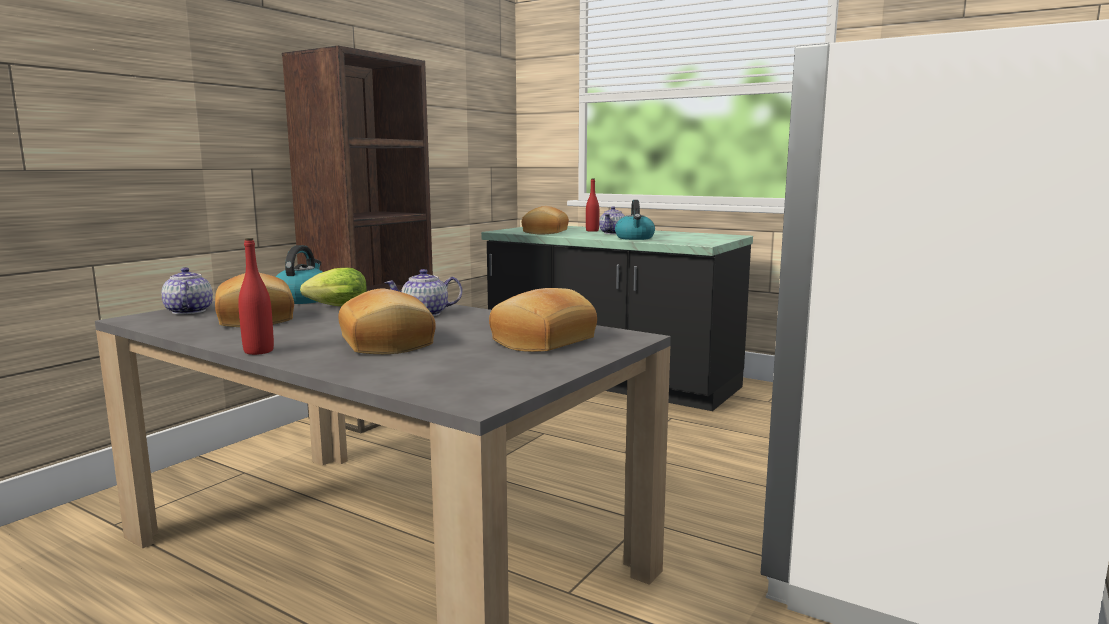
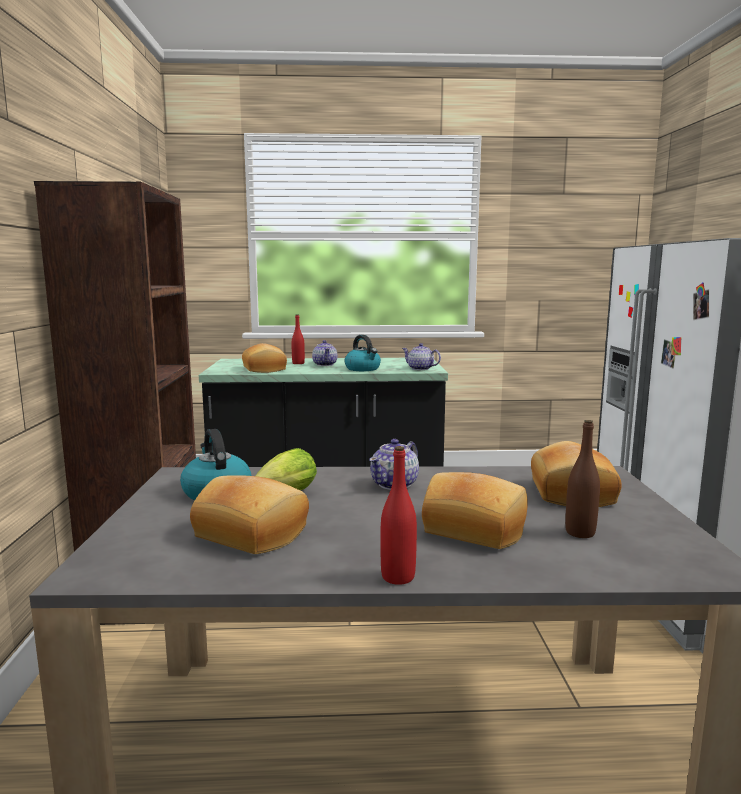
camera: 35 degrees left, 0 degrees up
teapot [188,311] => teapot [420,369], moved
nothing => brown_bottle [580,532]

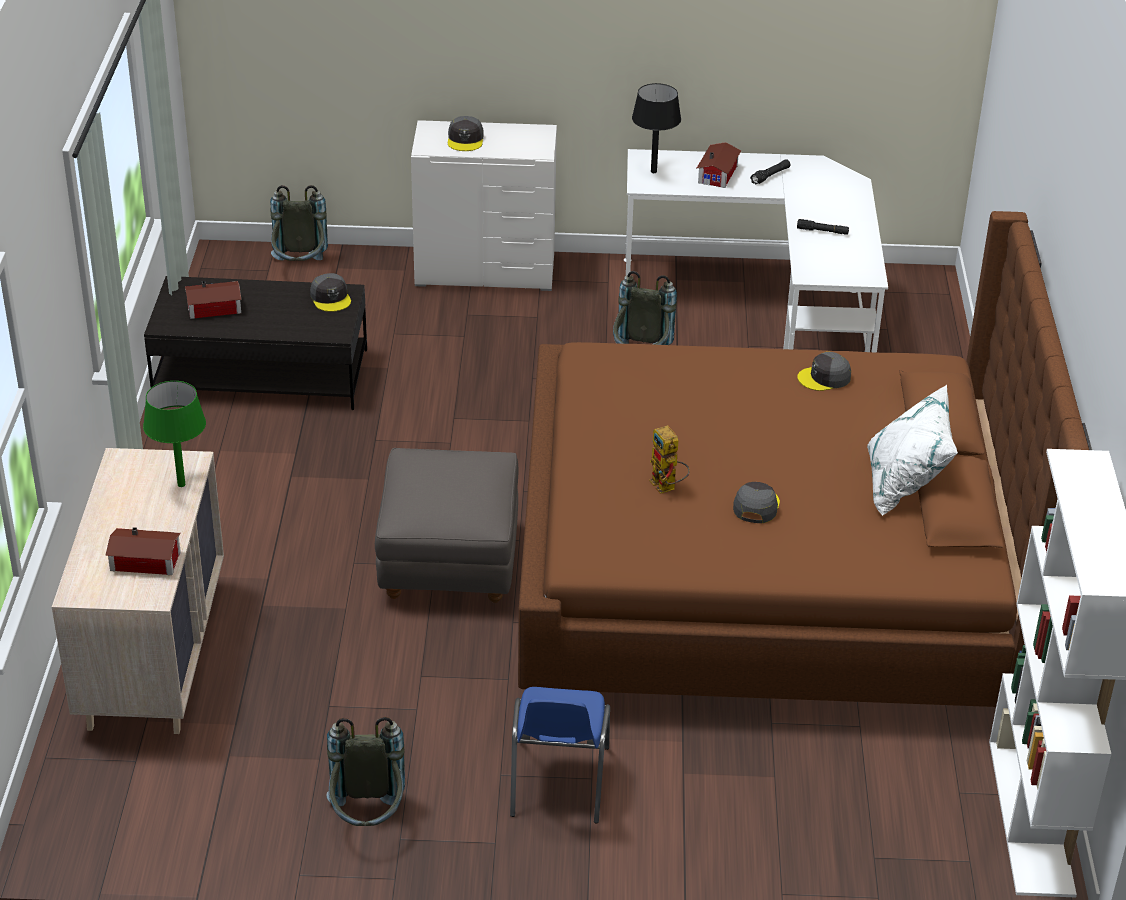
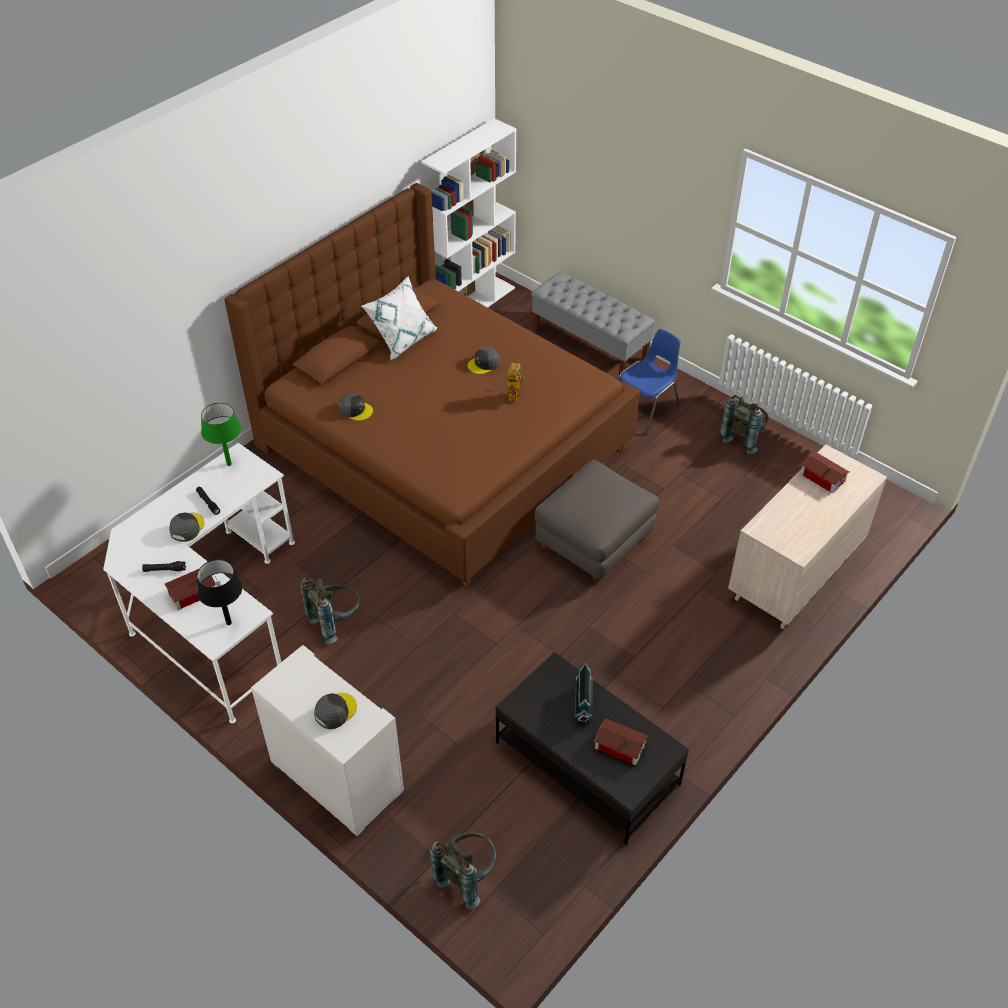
camera: 140 degrees left, 10 degrees up
green_table_lamp [181,484] => green_table_lamp [229,464], moved
grey_cap [331,298] => grey_cap [187,528], moved
nothing => grey_bench [590,345]
nothing => toy_house [583,702]

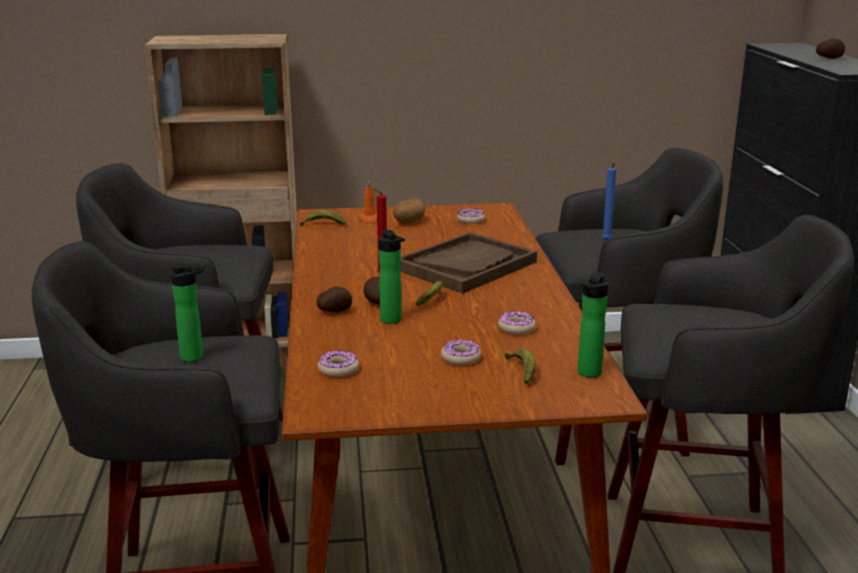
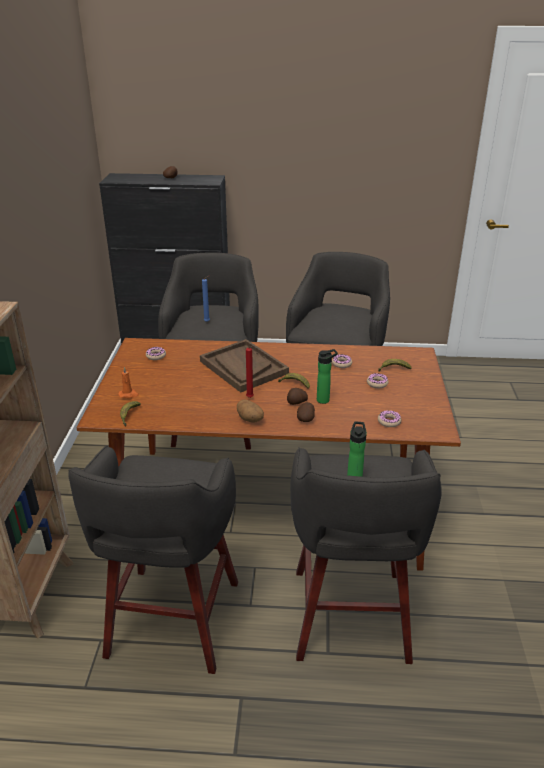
camera: 80 degrees left, 10 degrees up
potato [408,222] => potato [250,419], moved
bottle [588,374] => nothing

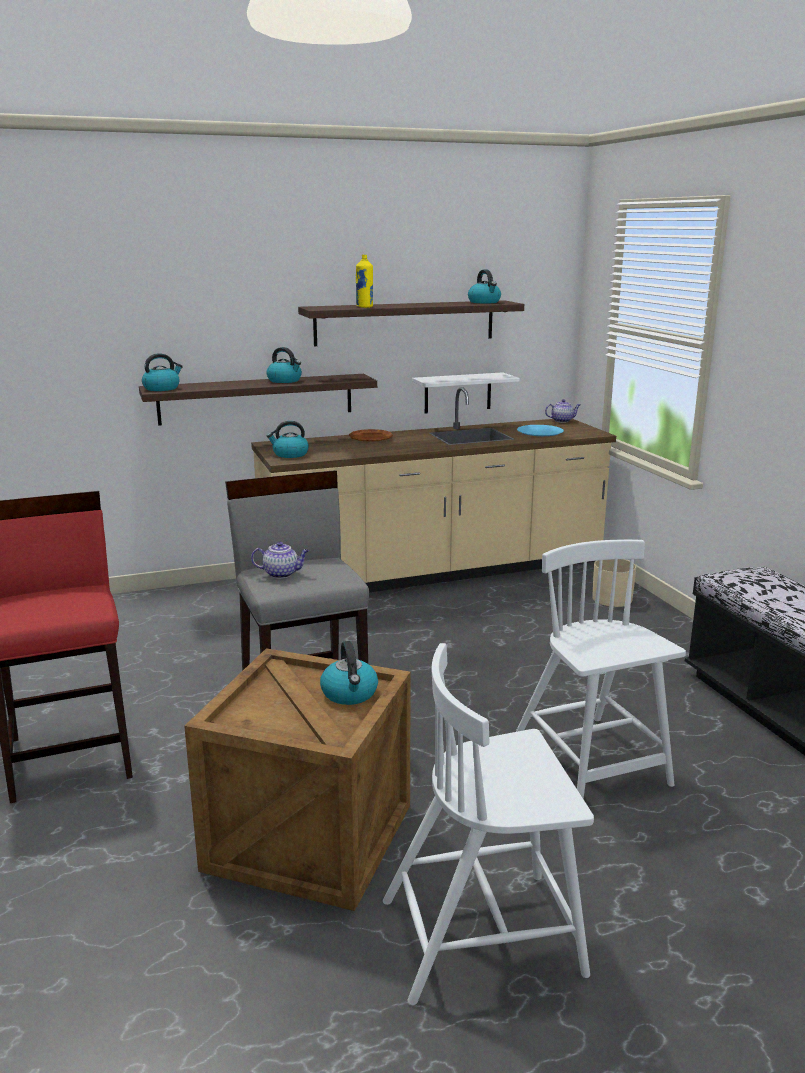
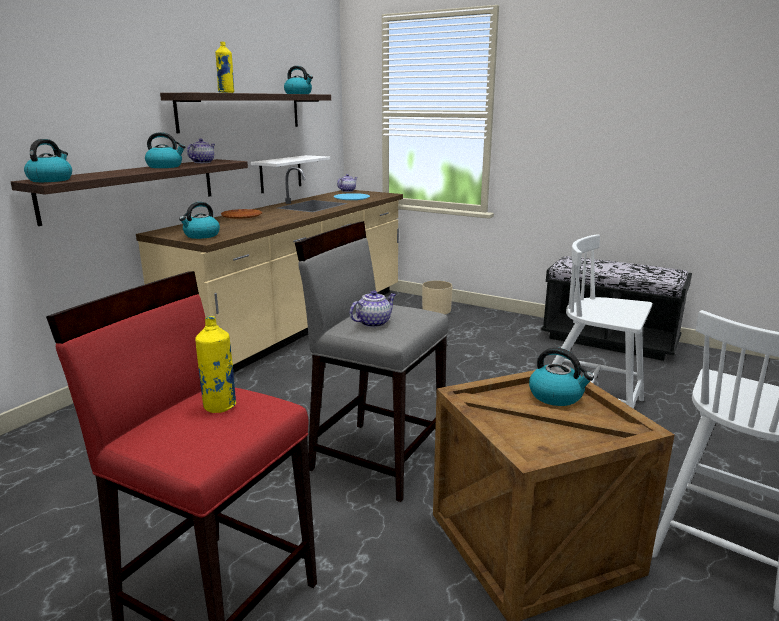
camera: 40 degrees left, 0 degrees up
nothing => teapot [203,162]
nothing => yellow_bottle [220,406]

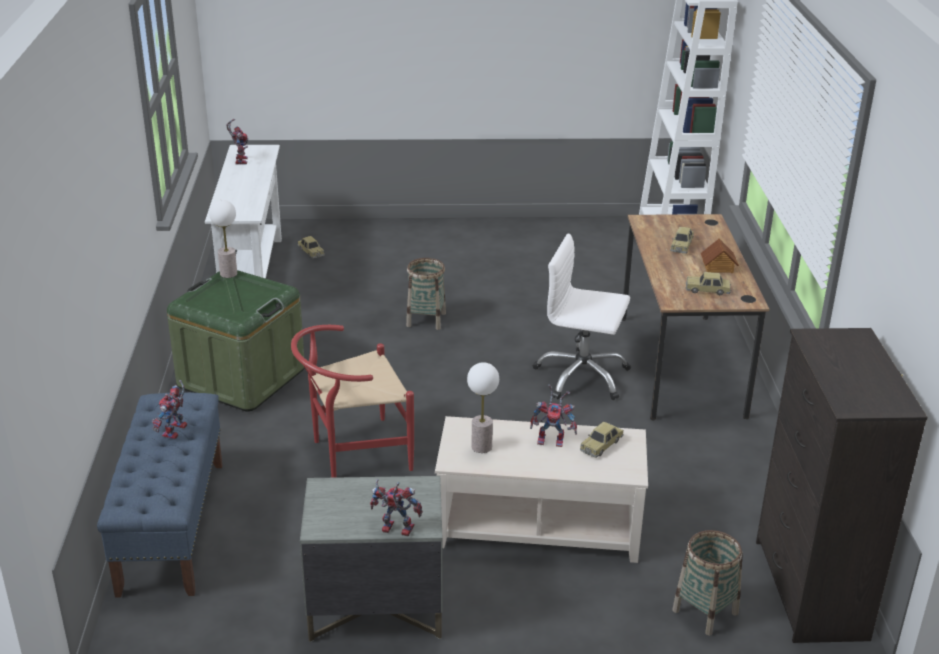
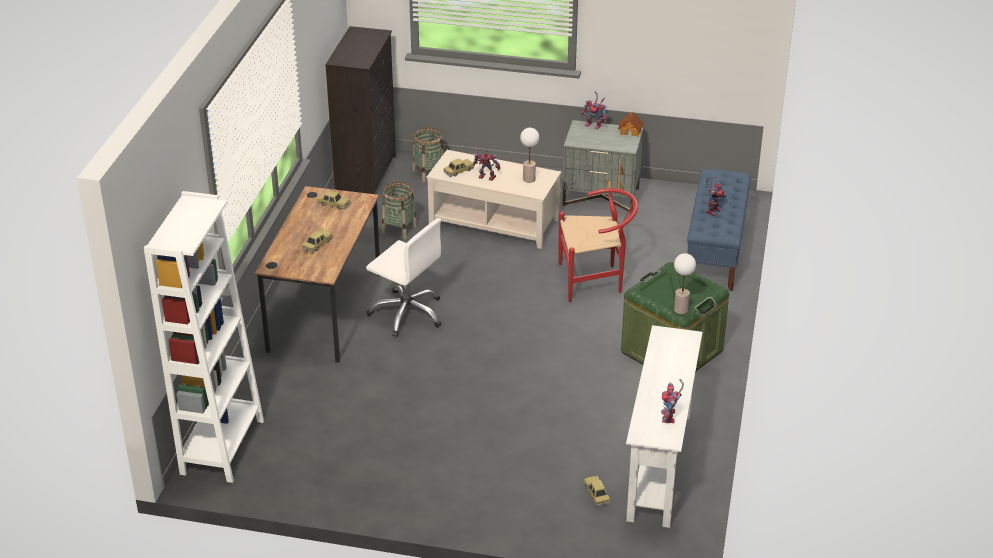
camera: 165 degrees left, 5 degrees up
basket [426,319] => basket [399,229], moved
toy_house [718,267] => toy_house [630,131], moved

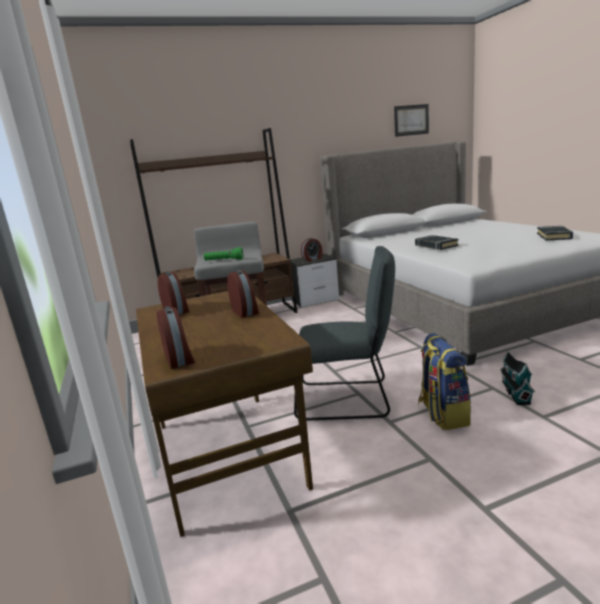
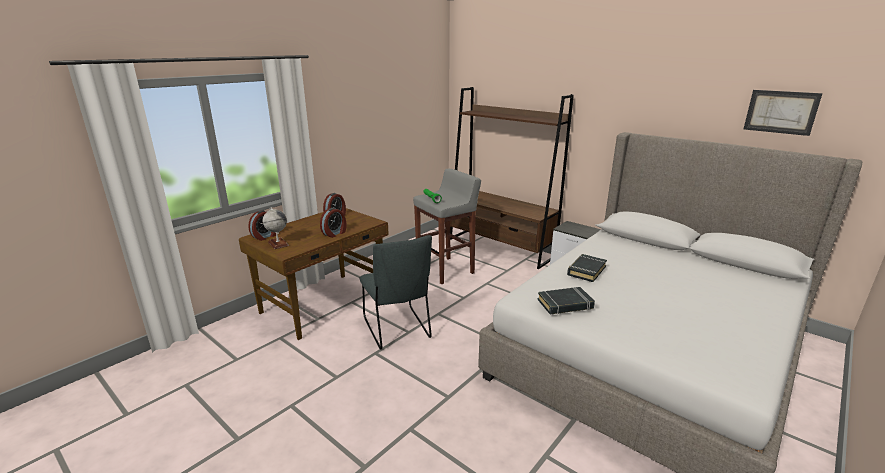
camera: 60 degrees right, 5 degrees up
alarm_clock [313,259] => nothing
backpack [442,414] => nothing
toy_house [515,391] => nothing
black_book [554,236] => black_book [565,304], moved
nothing => globe [278,244]

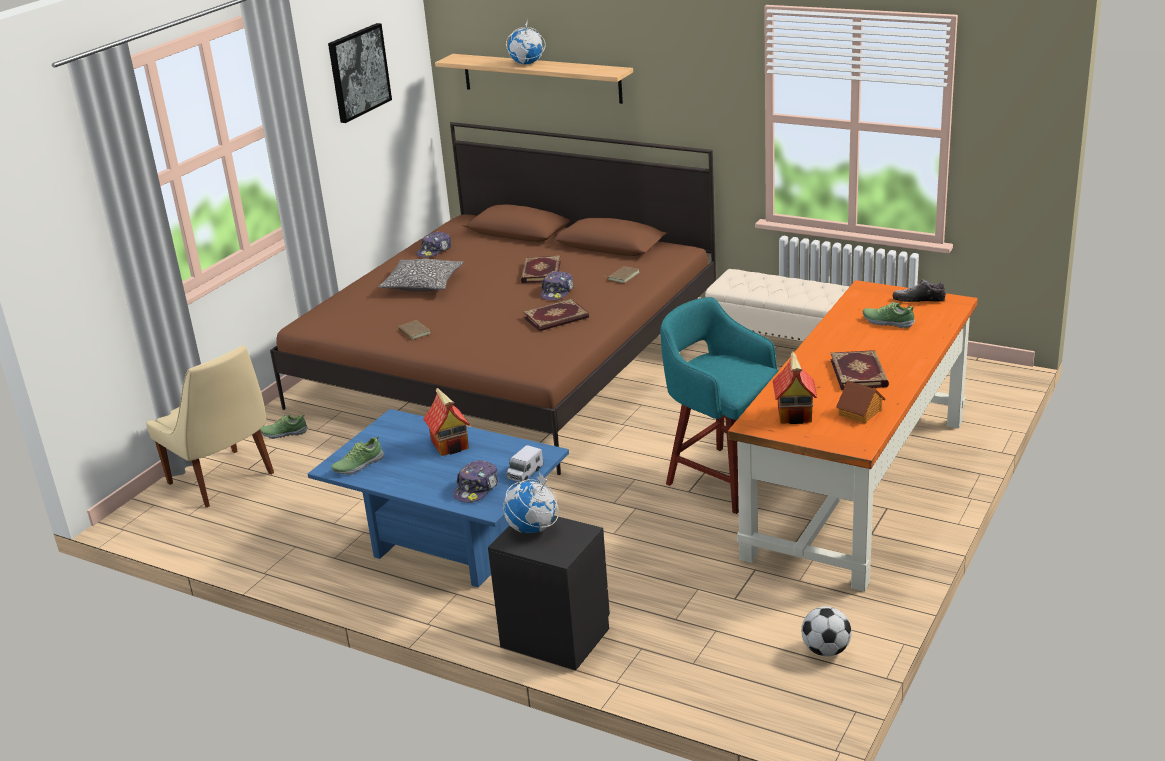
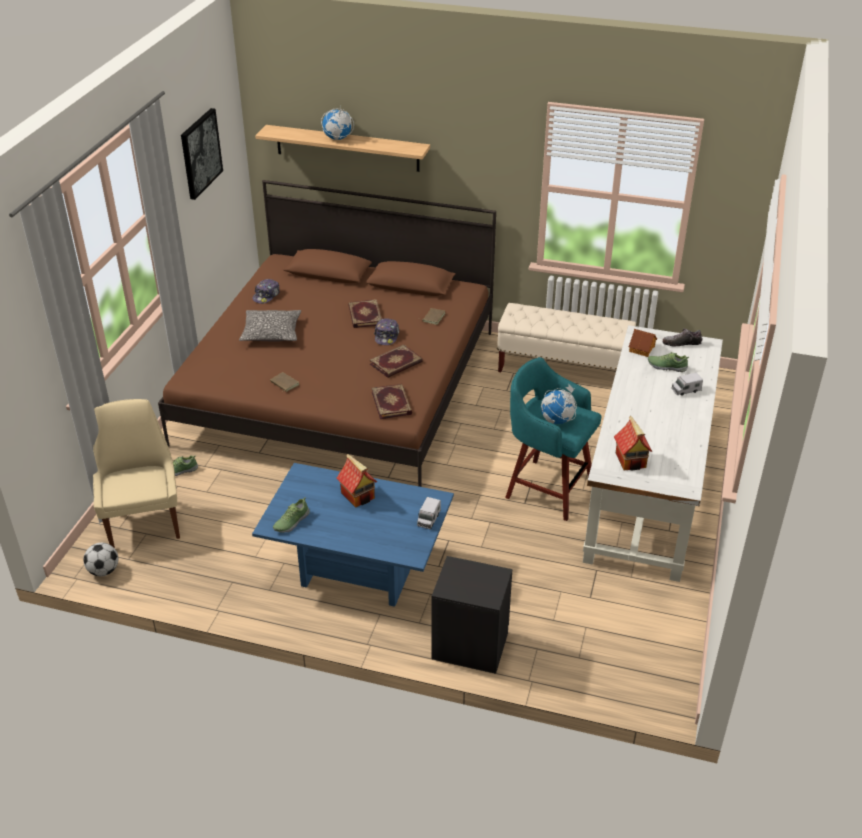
camera: 15 degrees left, 10 degrees up
beige_chair [223,480] => beige_chair [144,521], 135 degrees counterclockwise
cap [477,489] => nothing
globe [532,529] => globe [557,420], moved
orange_desk [858,487] => white_desk [647,489]
football [825,650] => football [104,571], moved
book [860,373] => book [392,403], moved
toy_house [860,413] => toy_house [642,349], moved
nothing => toy_truck [685,390]

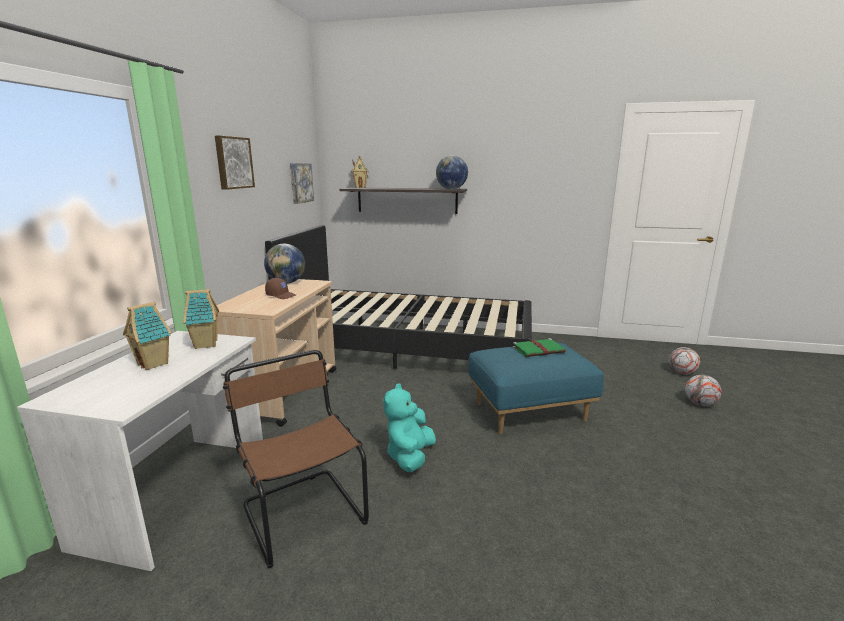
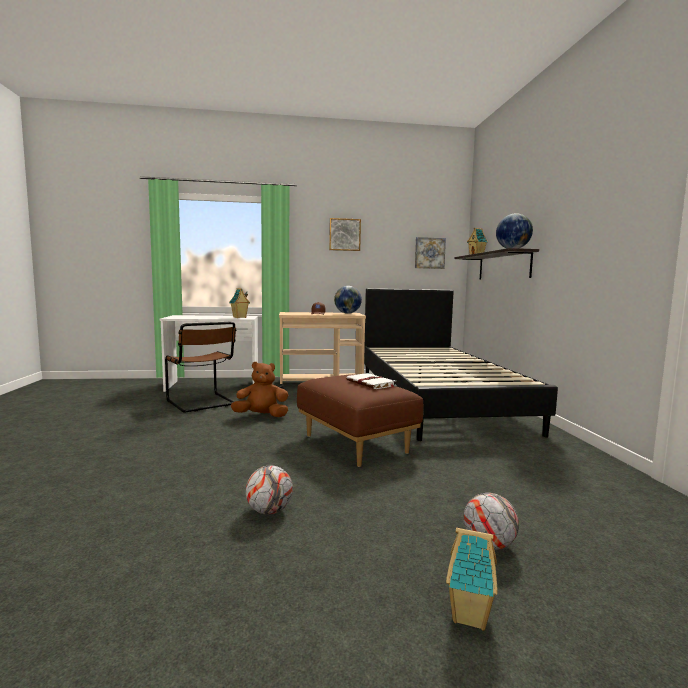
camera: 70 degrees right, 10 degrees down
toy_house [154,364] => toy_house [470,616], moved
brown_chair [302,511] => brown_chair [202,403], 105 degrees clockwise
turquoise_plush_toy [410,456] => brown_plush_toy [261,416]
blue_ottoman [529,411] => brown_ottoman [356,444]
green_book [539,350] => white_book [371,383]
football [682,373] => football [269,511], moved

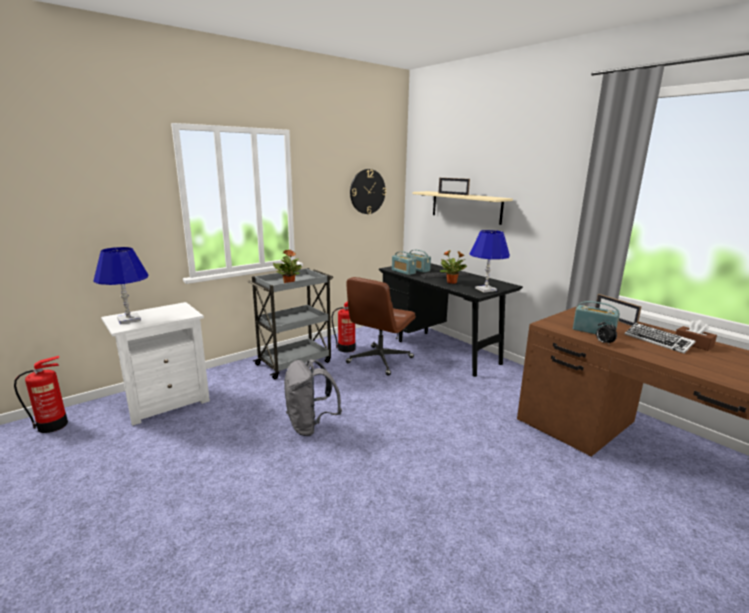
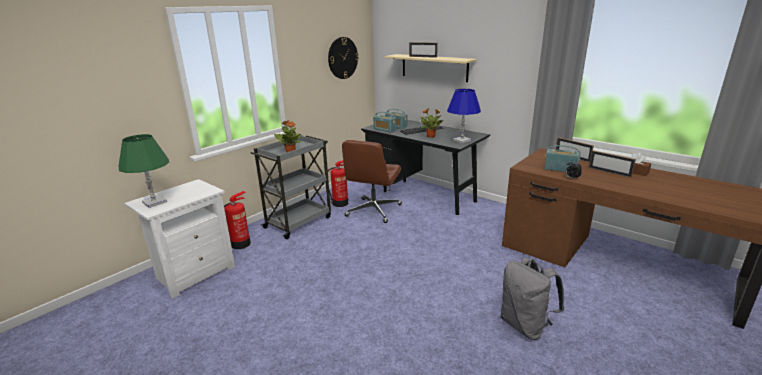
camera: 10 degrees left, 5 degrees up
fire_extinguisher [53,425] => fire_extinguisher [241,244], moved
blue_table_lamp [129,319] => green_table_lamp [154,202]
grey_backpack [310,426] => grey_backpack [525,326], moved
keyboard [657,341] => picture_frame [609,172]

